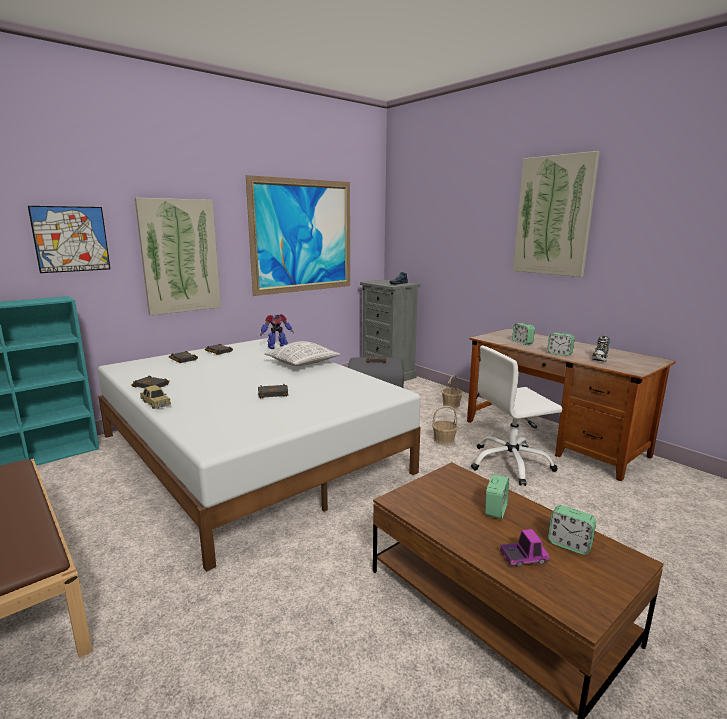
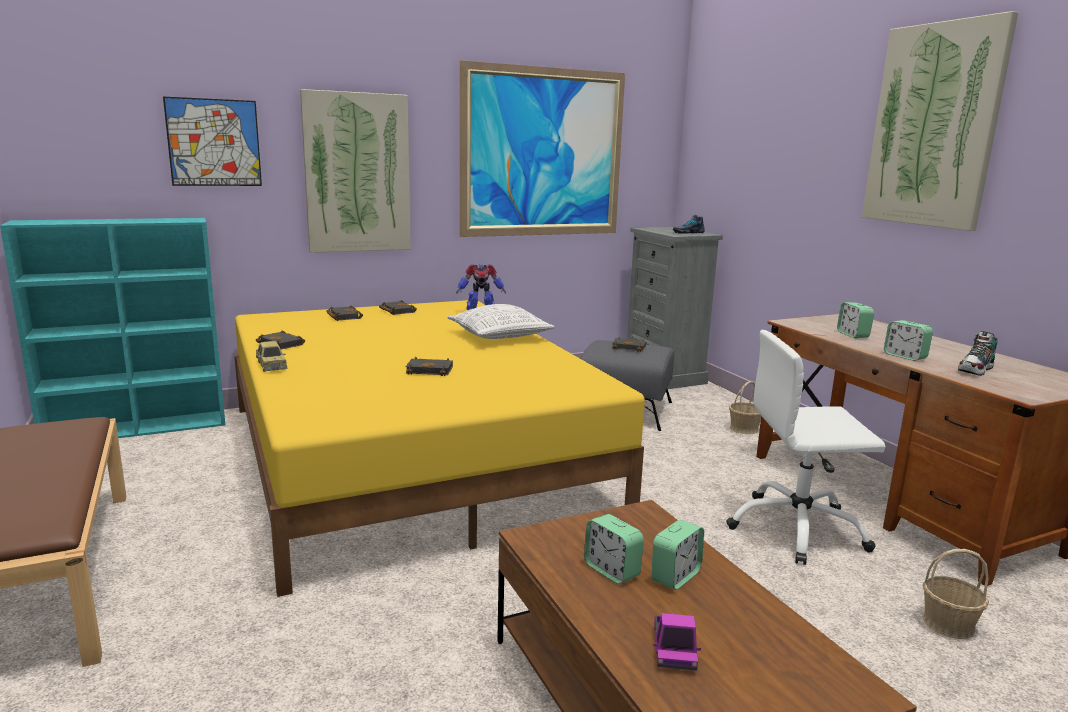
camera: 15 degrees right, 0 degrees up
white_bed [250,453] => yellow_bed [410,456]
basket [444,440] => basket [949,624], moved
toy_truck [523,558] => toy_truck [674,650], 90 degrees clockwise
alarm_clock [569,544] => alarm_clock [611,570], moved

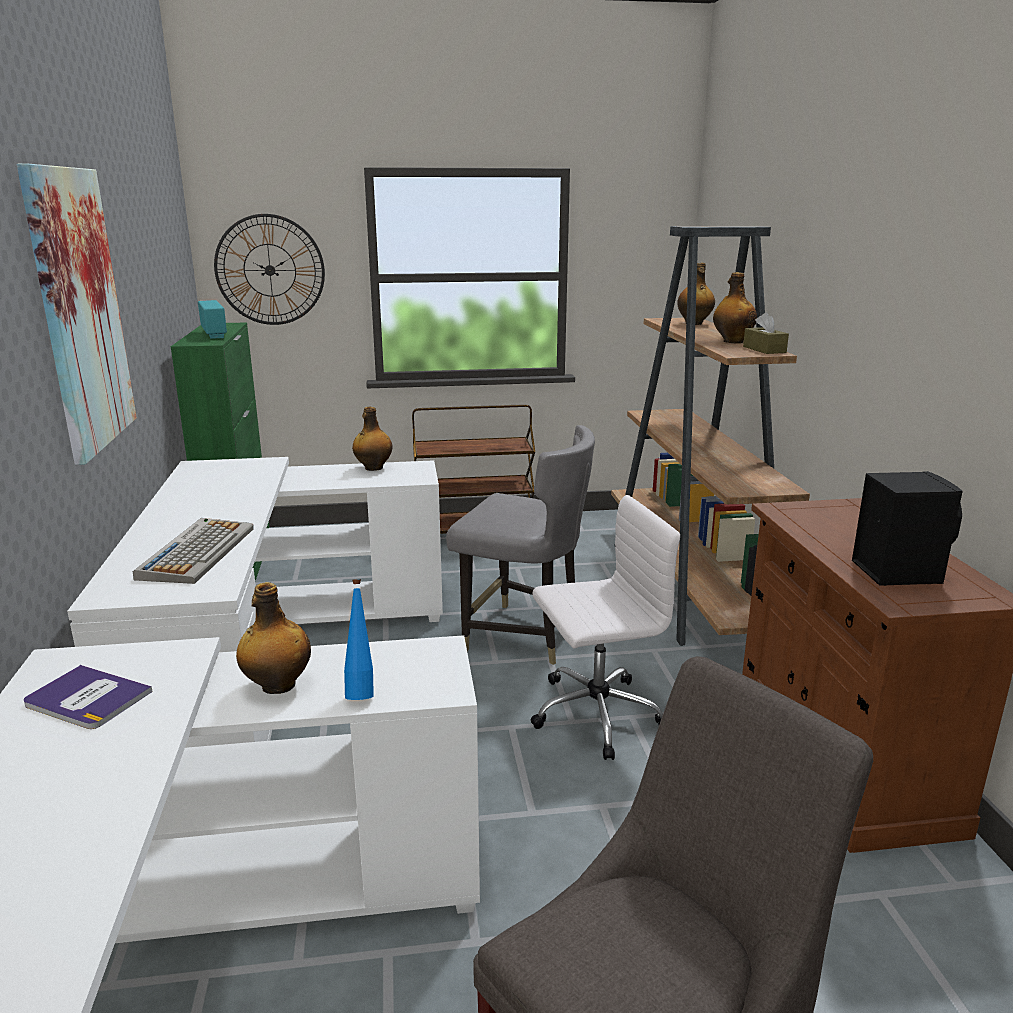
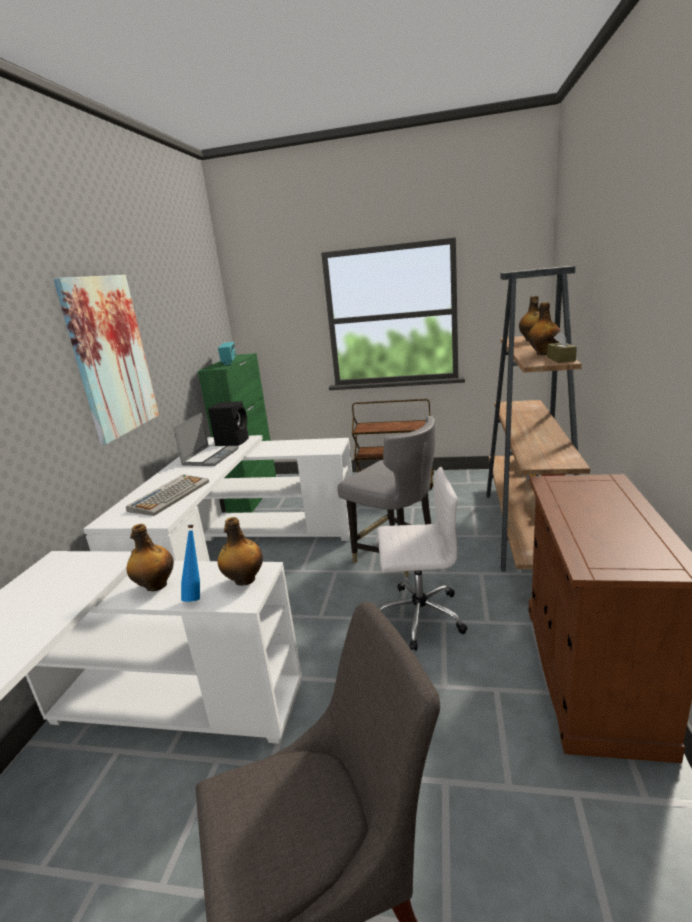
camera: 20 degrees right, 0 degrees up
book [87,698] => nothing
wall_clock [270,270] => nothing
bottle [373,468] => bottle [244,580], moved
black_speaker [895,571] => black_speaker [233,441], moved
nothing => laptop [210,457]

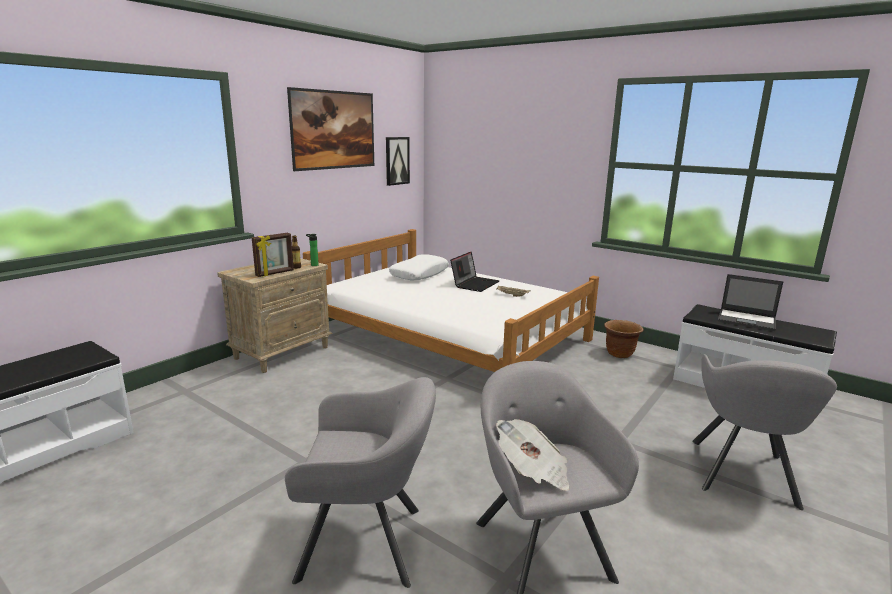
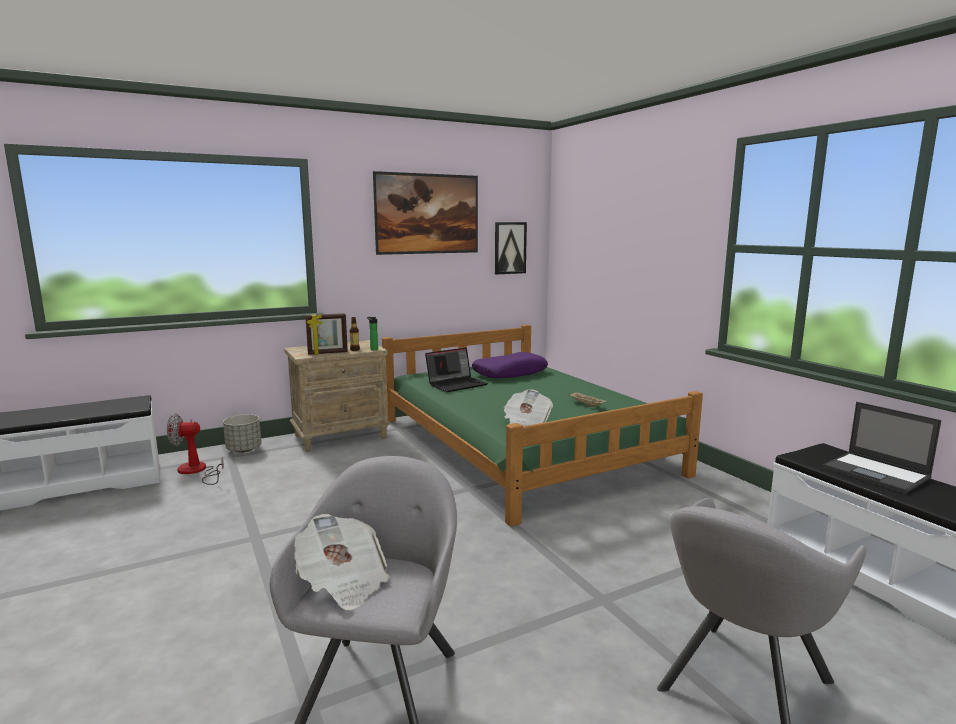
camera: 25 degrees right, 5 degrees down
grey_armchair [368,543] => nothing
white_bed [449,335] => green_bed [522,445]
white_pillow [419,274] => purple_pillow [509,373]
laptop [474,284] => laptop [457,384], moved
brown_planter [620,354] => nothing
nothing => fan [196,471]
nothing => grey_planter [244,449]
nothing => newspaper [526,424]

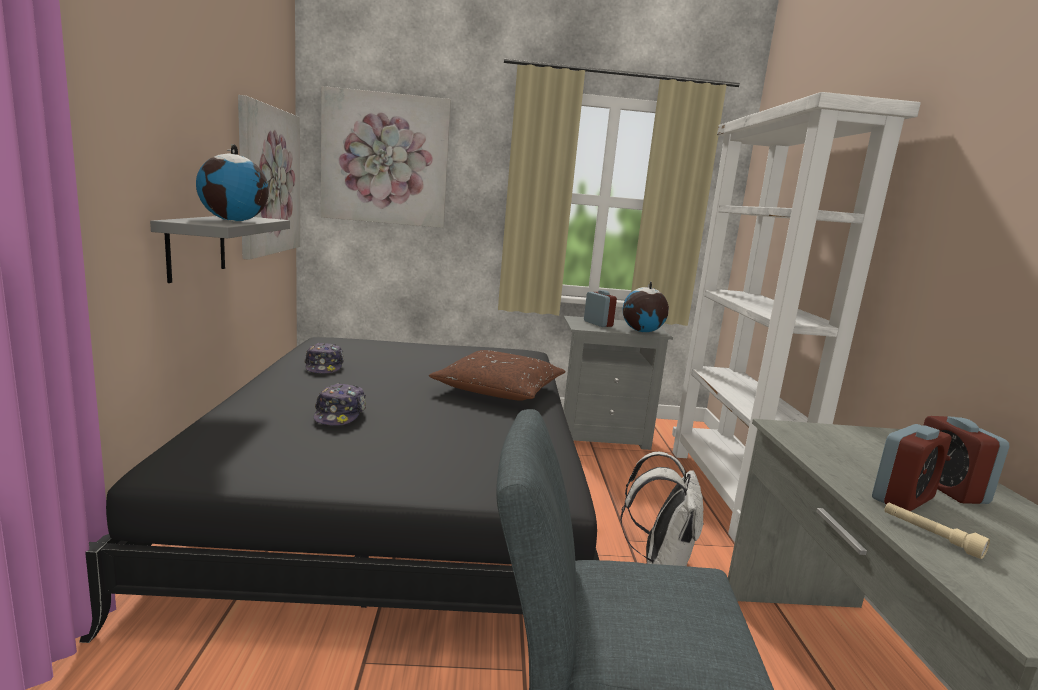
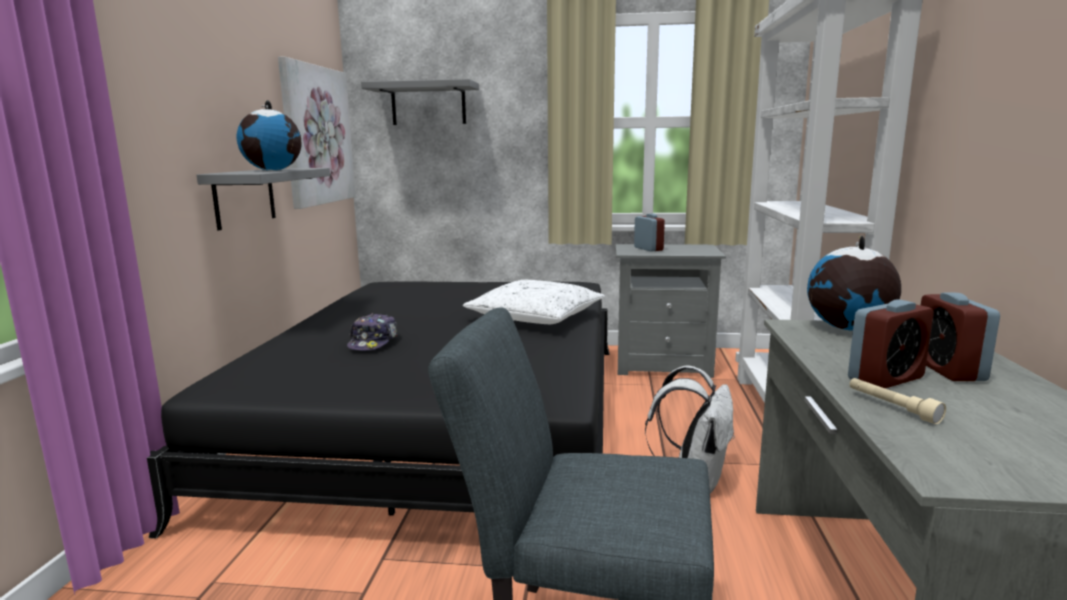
camera: 10 degrees right, 0 degrees up
cap [324,367] => nothing
picture [385,159] => grey_shelf [428,104]
brown_pillow [499,389] => white_pillow [535,316]
globe [642,331] => globe [848,328], moved

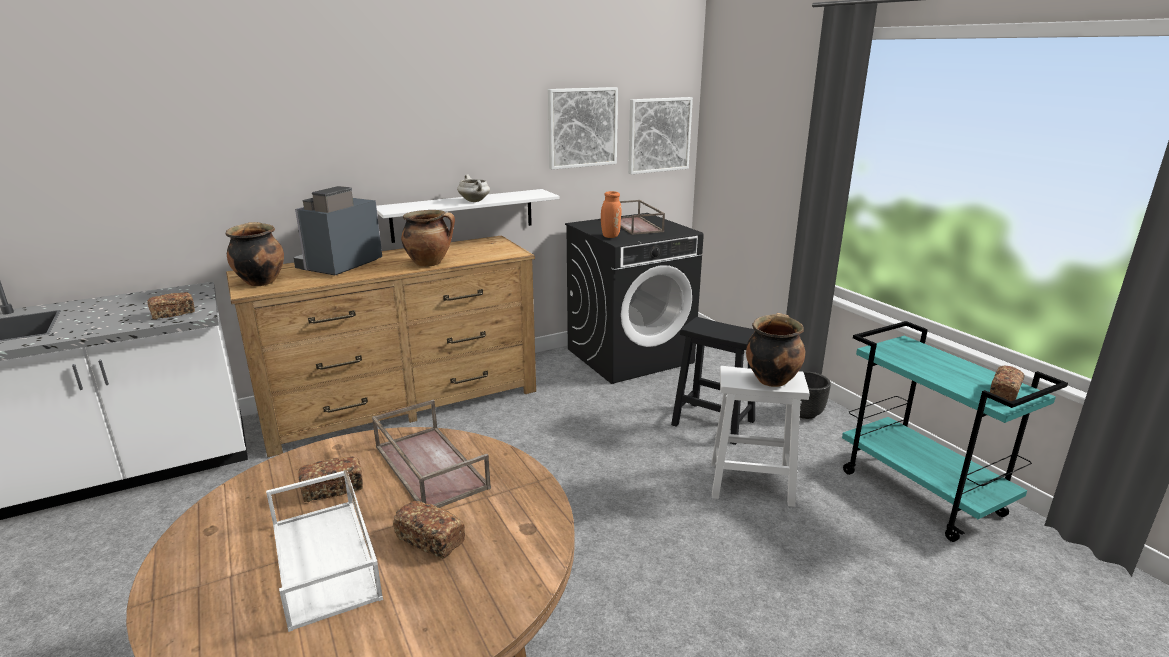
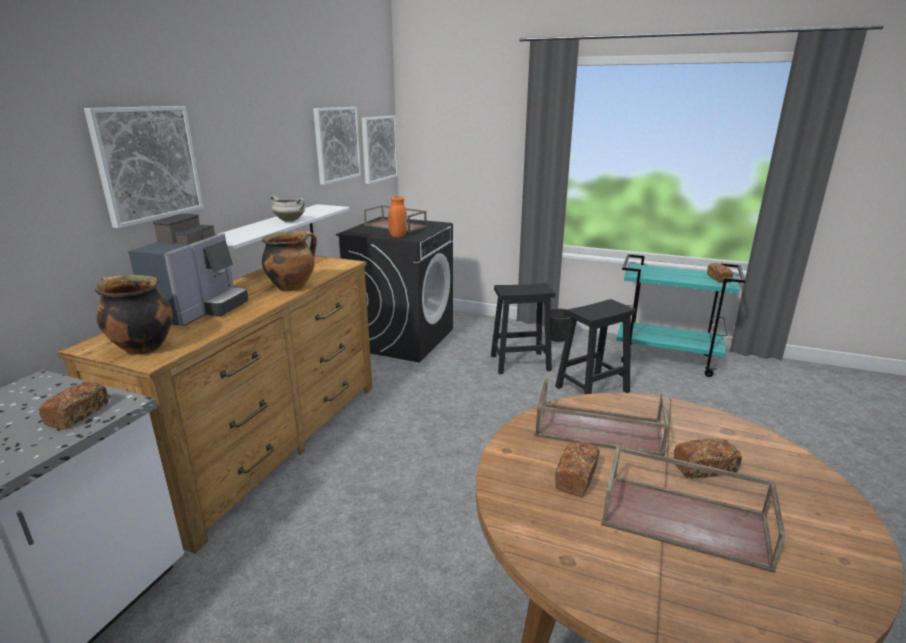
camera: 40 degrees left, 0 degrees up
white_tray [326,560] => brown_tray [686,519]
coffee_machine [339,265] => coffee_machine [199,311], 150 degrees counterclockwise
white_stool [749,483] => black_stool [591,390]
cooking_pot [771,379] => nothing
nothing => picture [147,164]

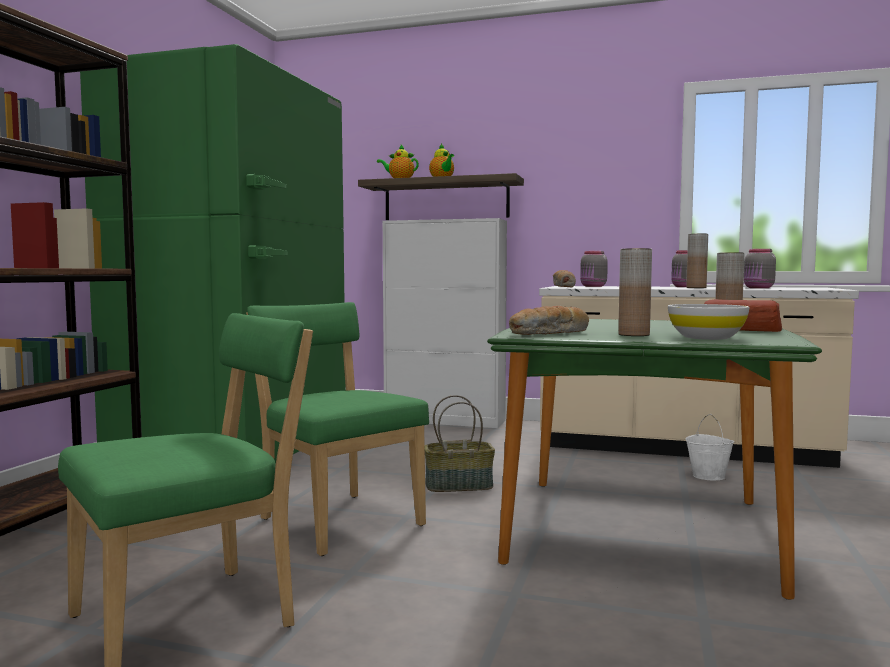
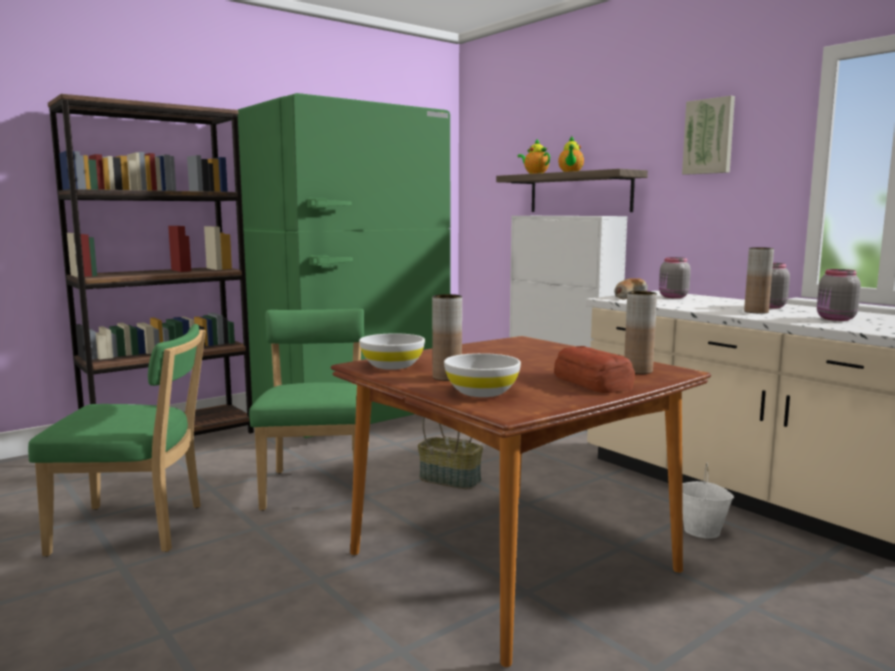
camera: 35 degrees right, 5 degrees up
green_dining_table [640,530] => brown_dining_table [513,562]
bread [550,334] => white_bowl [392,366]
nothing => picture [709,136]

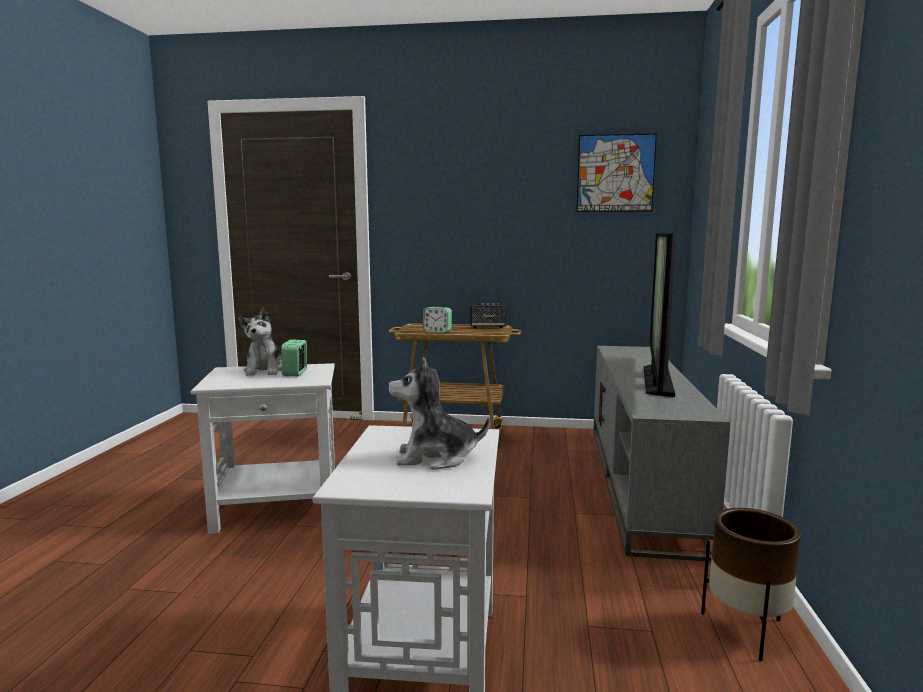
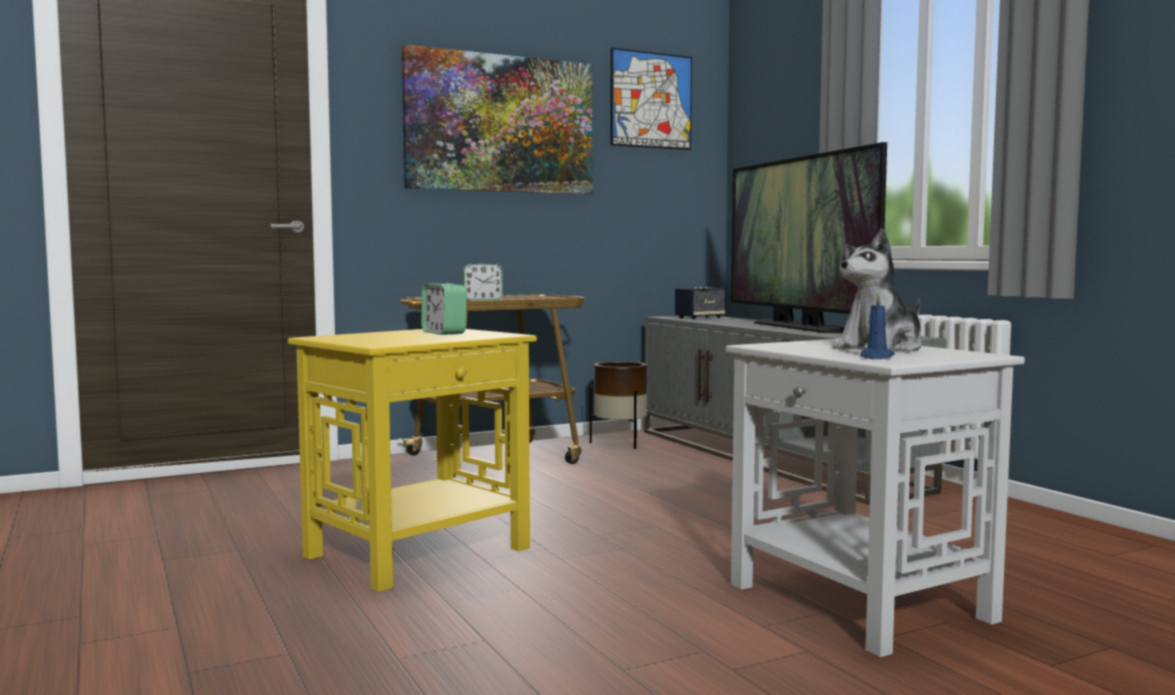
camera: 35 degrees left, 5 degrees down
white_side_table [278,508] => yellow_side_table [420,551]
plush_toy [265,370] => nothing
speaker [487,327] => speaker [700,318], moved
brown_planter [747,630] => brown_planter [620,443], moved
nothing => picture [500,124]
nothing => blue_candle [876,357]

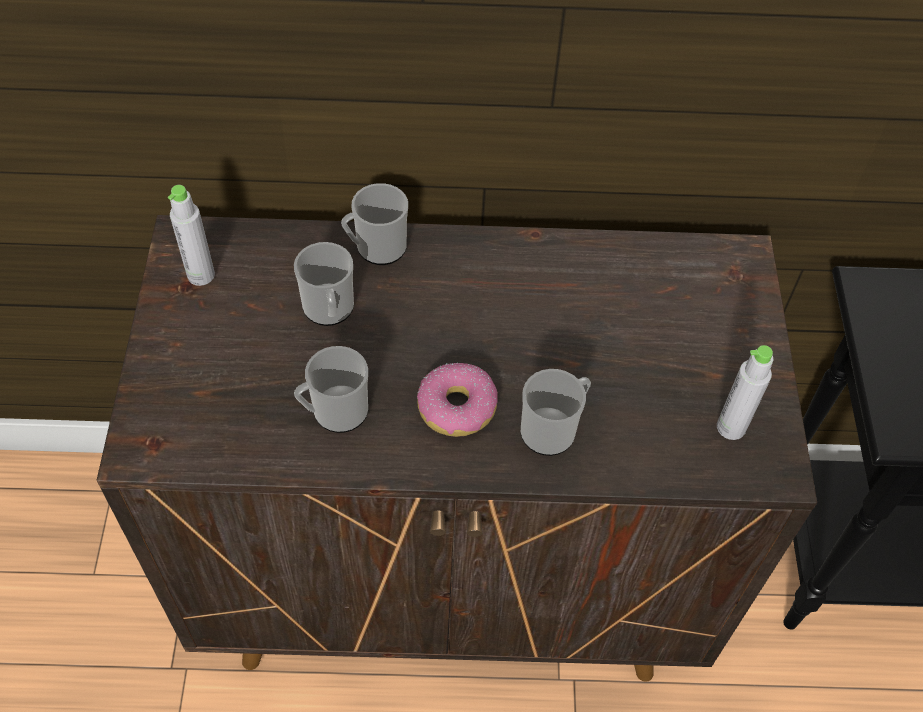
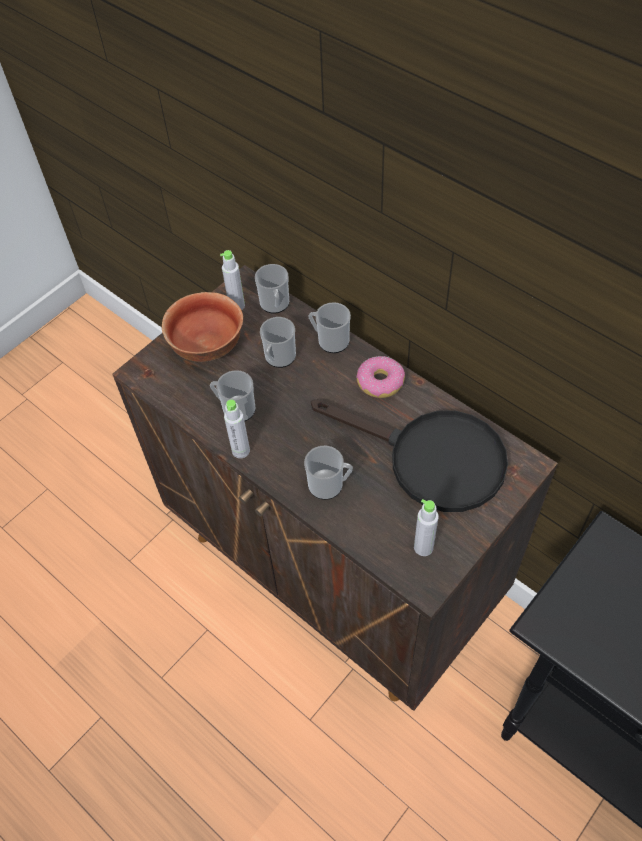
camera: 45 degrees right, 0 degrees up
donut [456,408] => donut [380,382], moved
nothing => bowl [207,345]
nothing => grey_bottle [241,450]
nothing => mug [275,305]
nothing => black_frying_pan [430,459]

